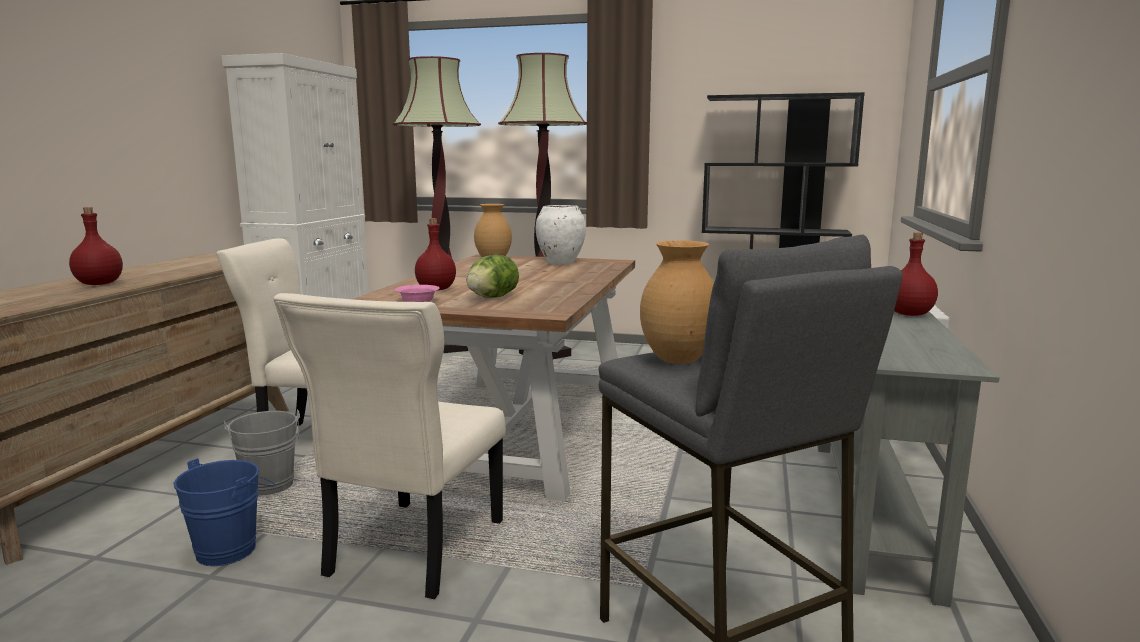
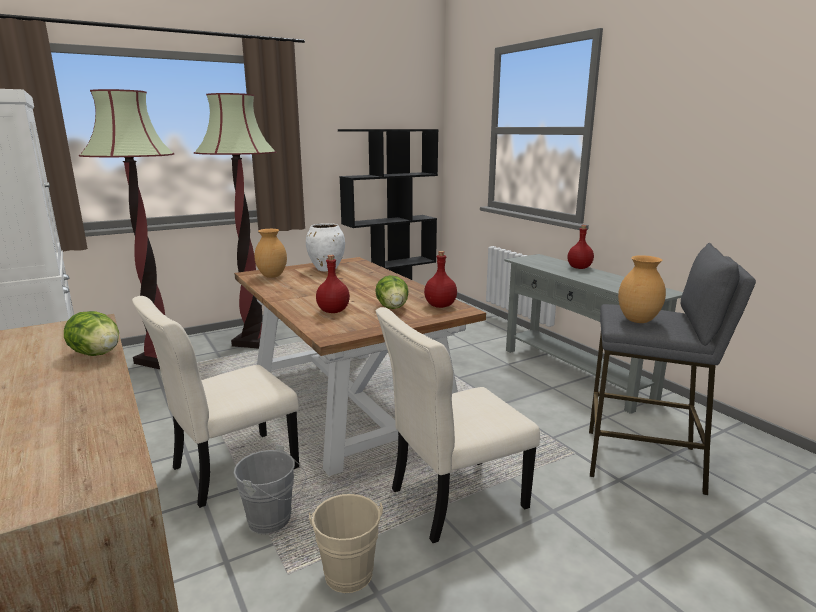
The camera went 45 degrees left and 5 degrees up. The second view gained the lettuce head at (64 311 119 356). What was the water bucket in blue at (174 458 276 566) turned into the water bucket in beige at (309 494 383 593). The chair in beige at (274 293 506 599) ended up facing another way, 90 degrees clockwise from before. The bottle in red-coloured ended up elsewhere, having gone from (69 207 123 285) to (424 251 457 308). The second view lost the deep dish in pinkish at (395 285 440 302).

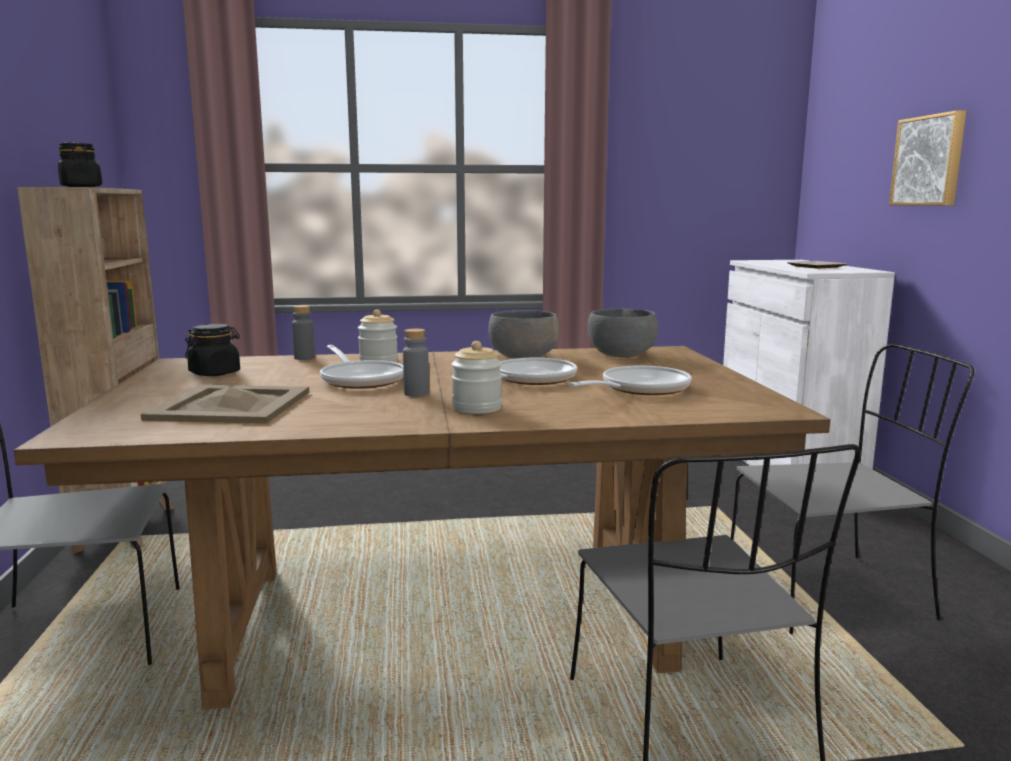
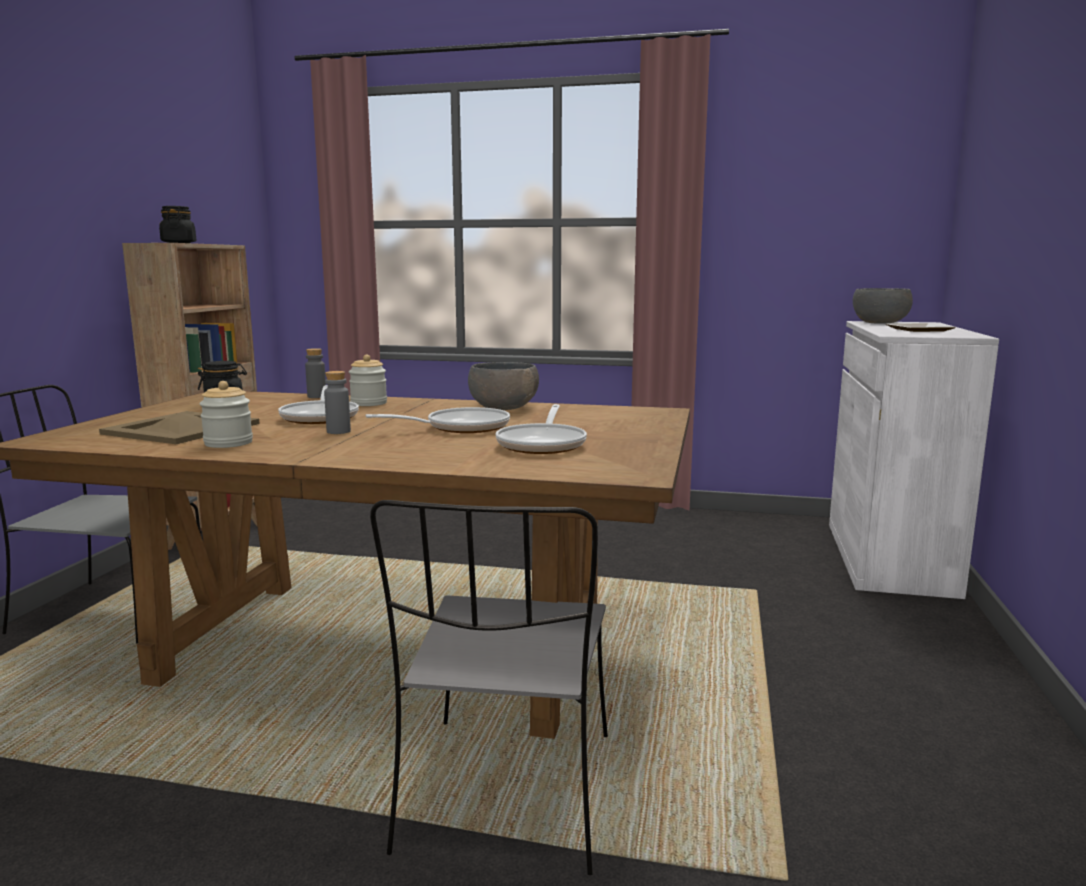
The camera went 20 degrees right and 0 degrees up. The storage jar ended up elsewhere, having gone from (451 341 502 414) to (199 381 253 448). The skillet at (569 365 692 395) ended up facing another way, 120 degrees clockwise from before. The deep dish in grey ended up elsewhere, having gone from (588 308 659 357) to (853 288 913 324). The second view lost the chair in grey at (731 344 974 634). The second view lost the wall art at (889 110 967 206).

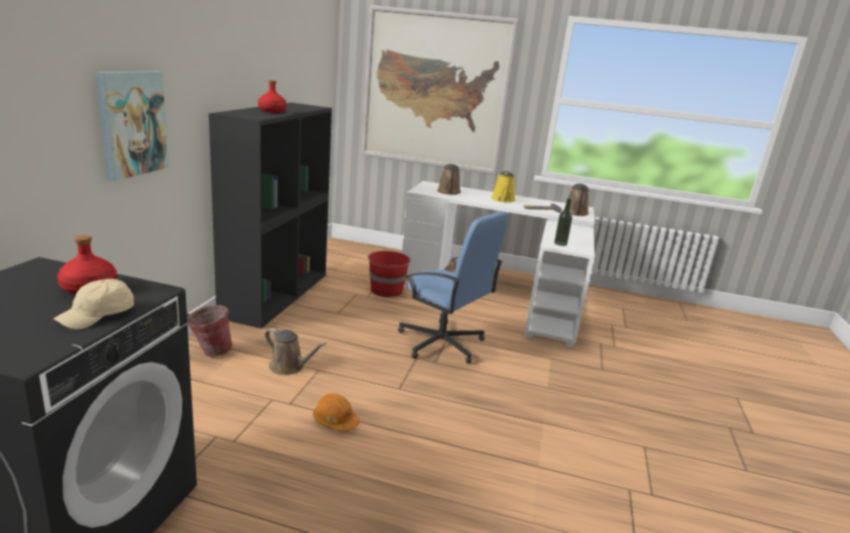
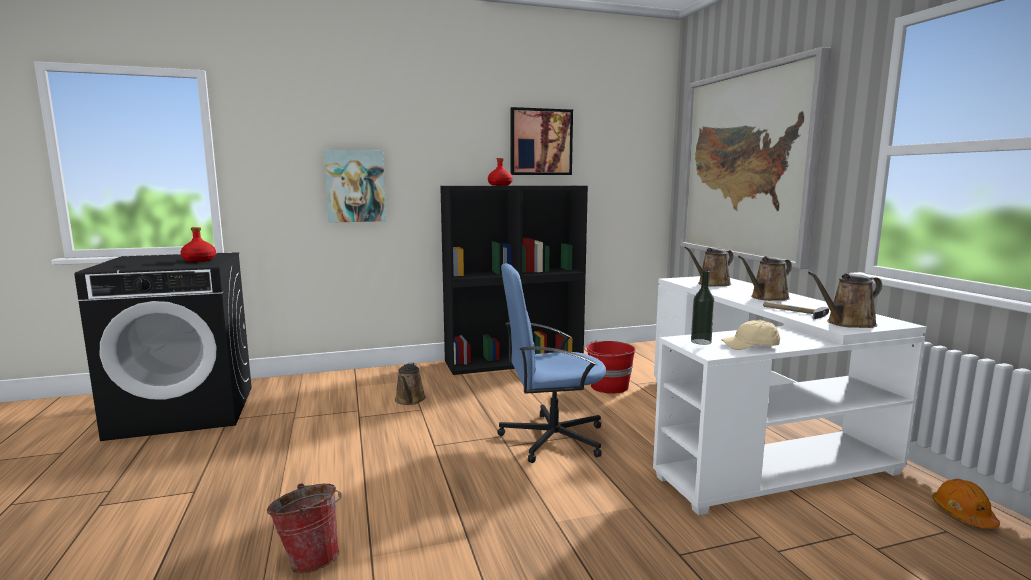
The camera went 60 degrees right and 10 degrees down. The water bucket ended up elsewhere, having gone from (187 305 233 357) to (267 483 342 574). The office chair in blue at (398 211 508 364) ended up facing another way, 75 degrees clockwise from before. The second view gained the wall art at (510 107 573 175). The peaked cap in beige ended up elsewhere, having gone from (53 279 134 330) to (721 320 780 350). What was the sprinkling can in yellowish at (491 171 515 203) turned into the sprinkling can in brownish at (738 256 792 301). The hard hat in orange-coloured ended up elsewhere, having gone from (313 393 359 431) to (933 479 1000 528).

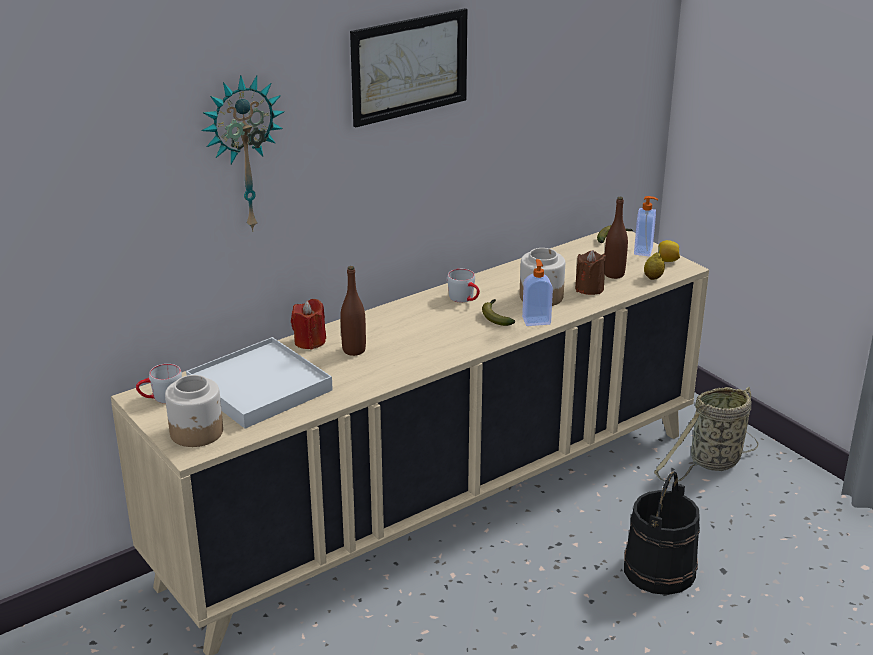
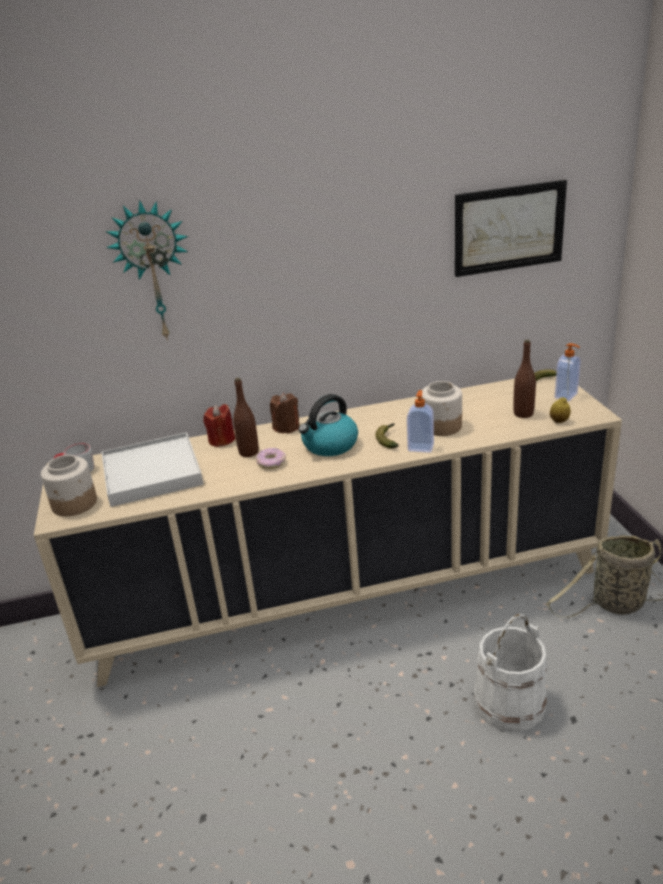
The camera went 25 degrees right and 0 degrees up. The second view gained the doughnut at (256 448 286 469). The wax candle in brownish ended up elsewhere, having gone from (575 250 606 295) to (270 393 299 433). The second view gained the water kettle at (298 394 358 456). The wall art ended up elsewhere, having gone from (350 8 467 128) to (455 180 567 277). What was the water bucket in blackish at (624 471 700 595) turned into the water bucket in white at (474 614 547 732). The second view lost the coffee mug in grey at (447 269 480 302). The second view lost the whole lemon at (658 240 680 262).

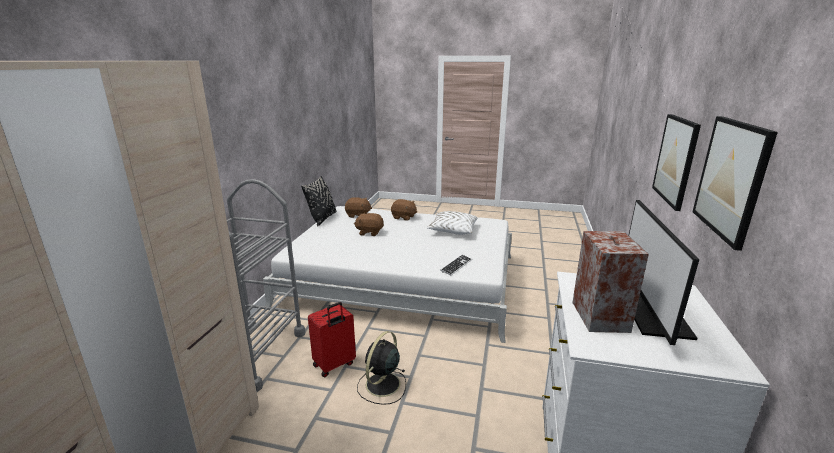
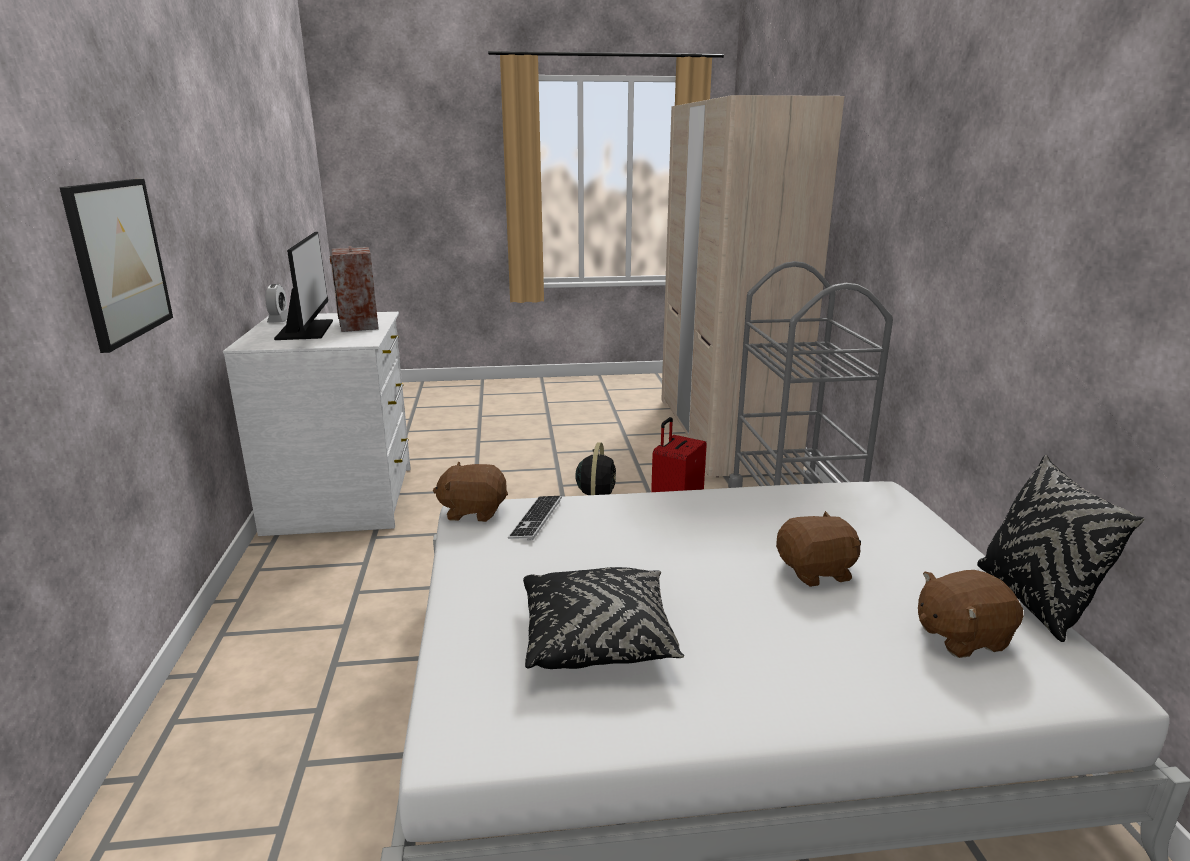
The camera went 160 degrees right and 0 degrees up. The second view gained the bedside clock at (265 284 288 322). The plush toy in brownish ended up elsewhere, having gone from (391 199 417 221) to (433 462 508 522). What was the cushion in white at (427 211 478 235) turned into the cushion in blackish at (523 567 684 669). The second view lost the wall art at (693 116 778 251).

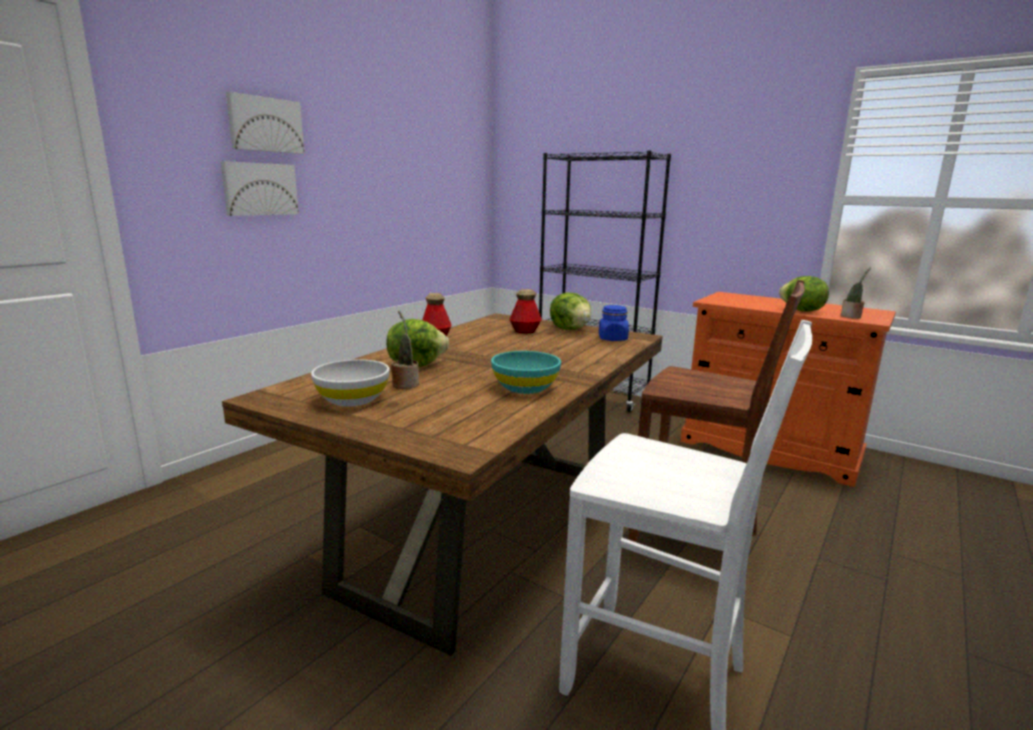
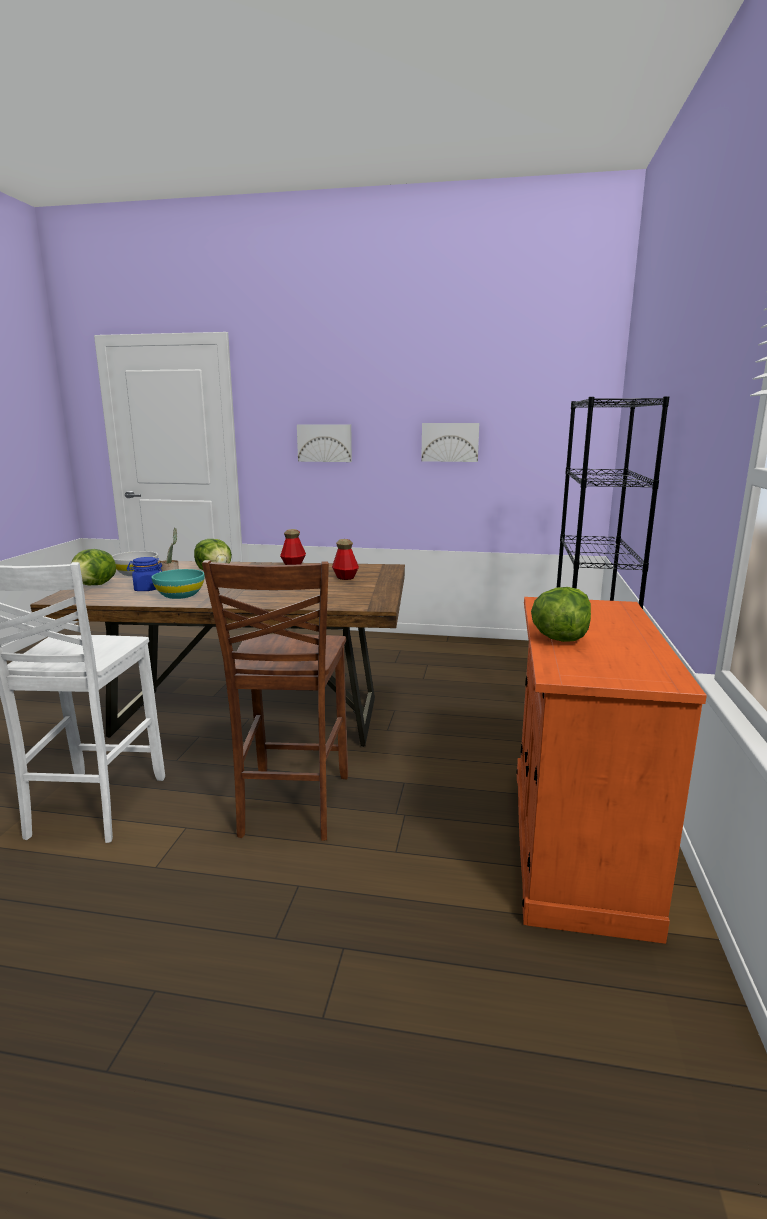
The camera went 65 degrees right and 0 degrees up. The lettuce head ended up elsewhere, having gone from (550 293 591 330) to (71 549 116 585). The storage jar in blue ended up elsewhere, having gone from (599 305 629 341) to (127 557 162 591). The wall art ended up elsewhere, having gone from (226 92 304 154) to (421 423 479 462). The second view lost the plant in a pot at (841 267 871 319).

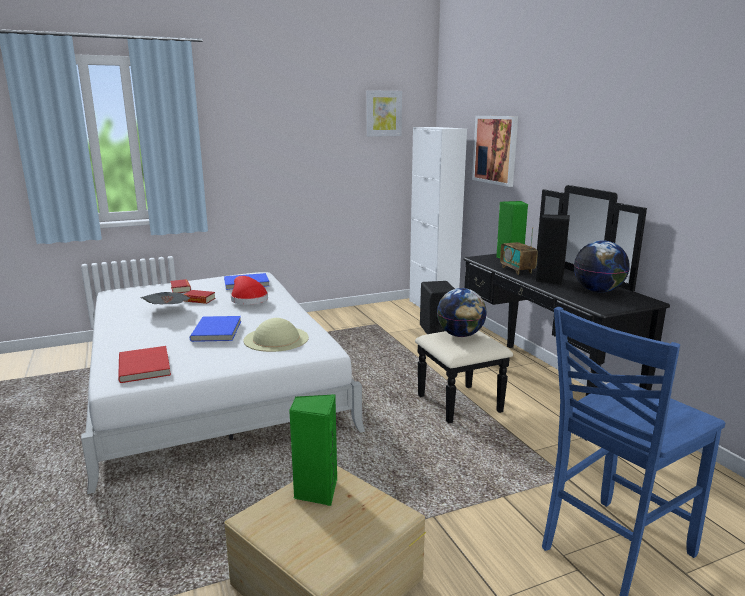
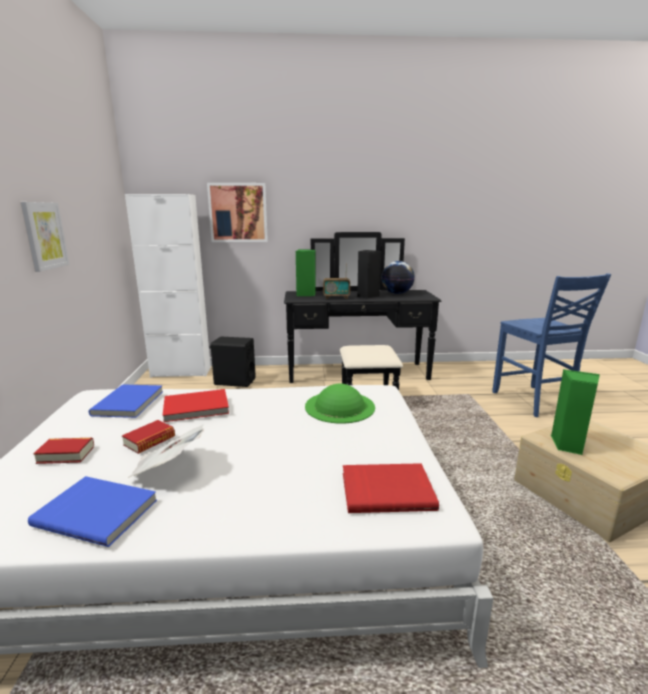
The camera went 70 degrees left and 0 degrees up. The wall art ended up elsewhere, having gone from (366 90 402 137) to (20 202 69 272). The bound book in blue ended up elsewhere, having gone from (190 316 241 342) to (28 476 157 547). Where the wearable hat in red-coloured stood at (231 276 268 305), the bound book in red-coloured came to stand at (163 389 229 422). What was the wearable hat in beige at (243 318 309 352) turned into the wearable hat in greenish at (305 384 375 424). The second view lost the desk globe at (437 288 486 337).

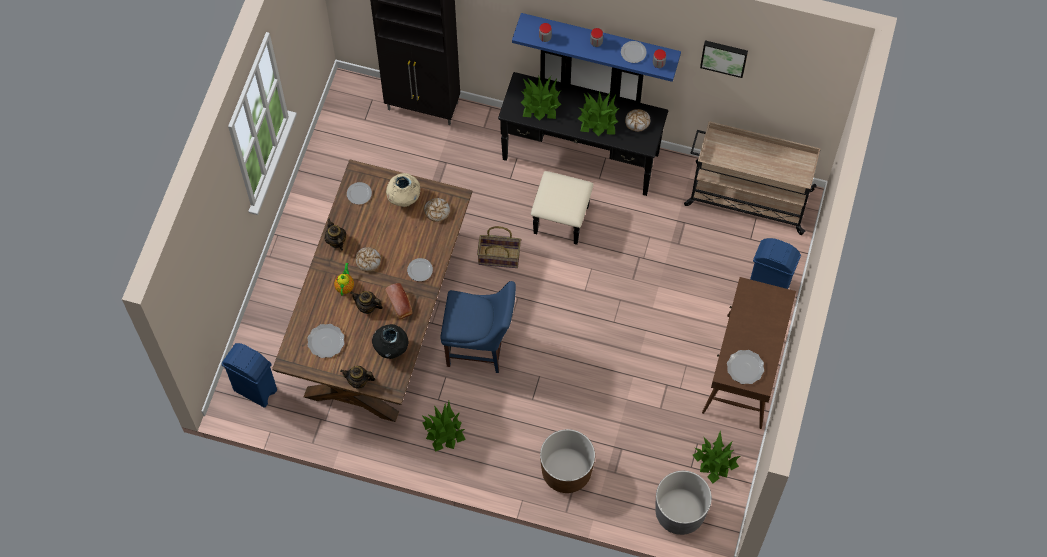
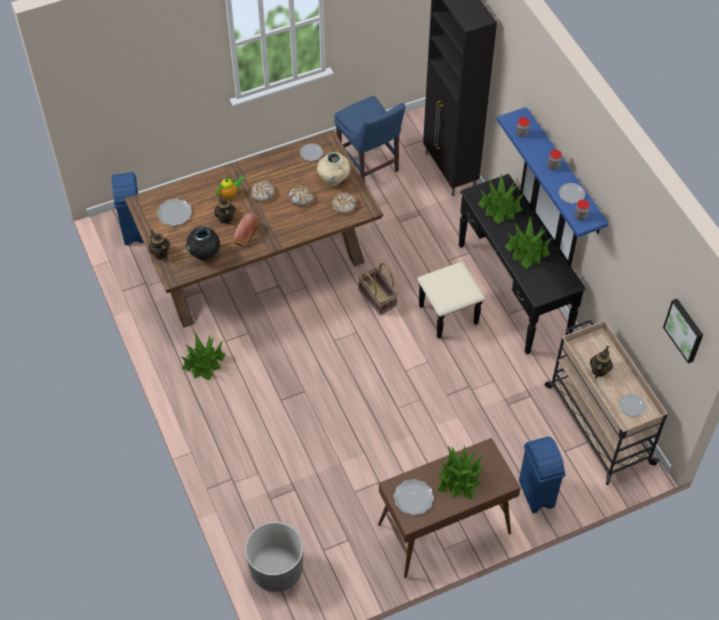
The camera went 50 degrees right and 10 degrees down. The baked bread ended up elsewhere, having gone from (625 109 651 132) to (289 186 314 206). The chair in blue ended up elsewhere, having gone from (440 281 516 373) to (334 96 406 182). The plant in a pot ended up elsewhere, having gone from (693 431 740 483) to (437 444 483 499). The tea pot ended up elsewhere, having gone from (324 219 346 251) to (590 346 613 379). The dinner plate ended up elsewhere, having gone from (407 258 433 281) to (619 394 646 417). The wall art ended up elsewhere, having gone from (700 40 748 78) to (663 299 703 363). The second view lost the plant pot in brownish at (540 429 595 493).

